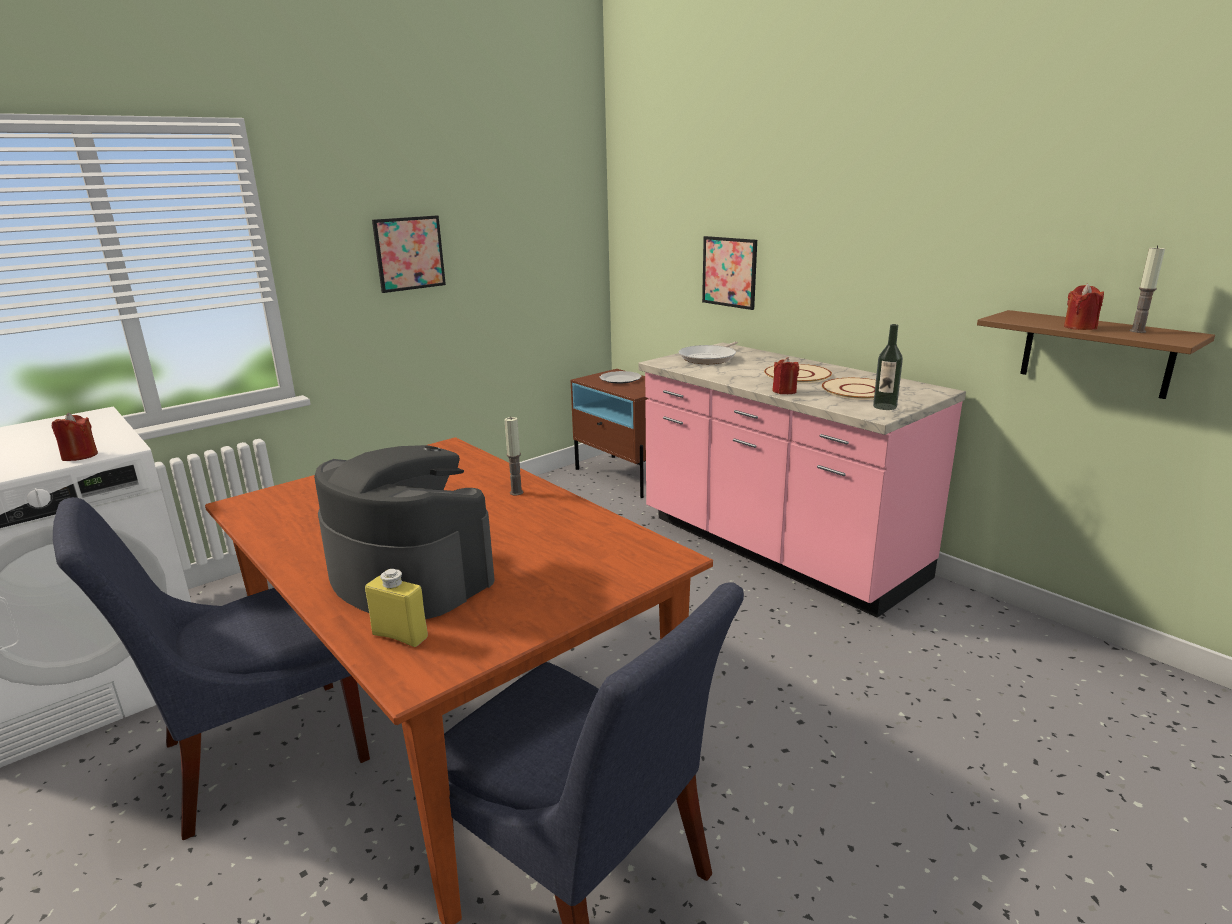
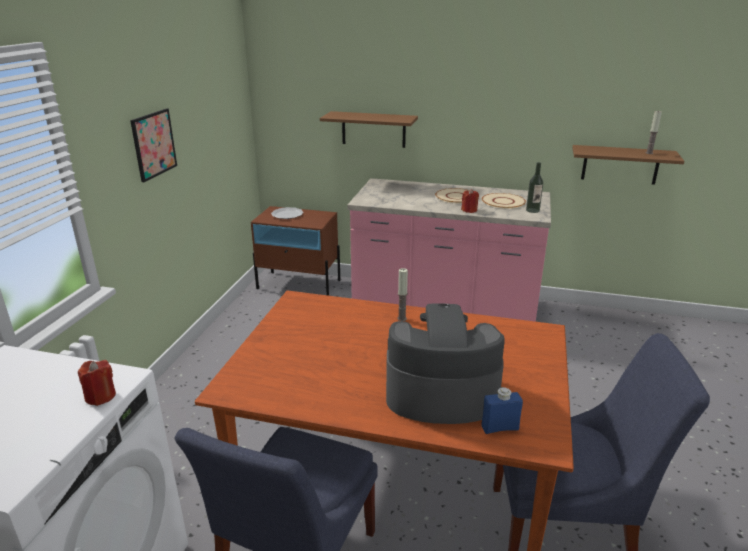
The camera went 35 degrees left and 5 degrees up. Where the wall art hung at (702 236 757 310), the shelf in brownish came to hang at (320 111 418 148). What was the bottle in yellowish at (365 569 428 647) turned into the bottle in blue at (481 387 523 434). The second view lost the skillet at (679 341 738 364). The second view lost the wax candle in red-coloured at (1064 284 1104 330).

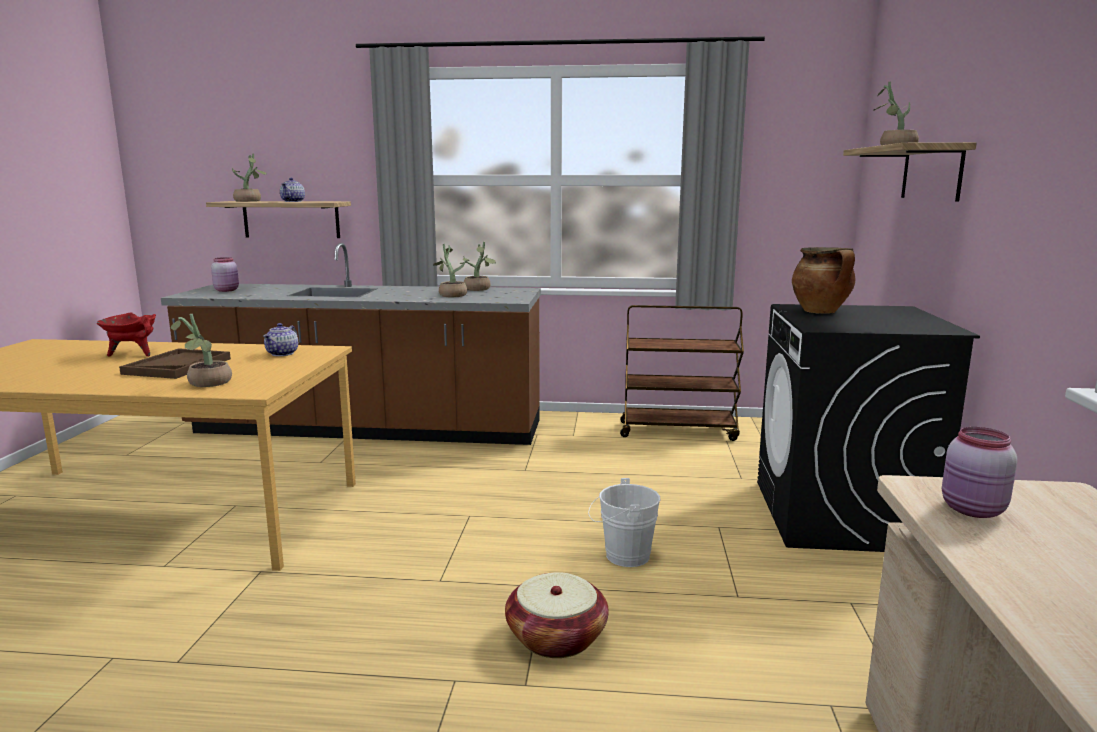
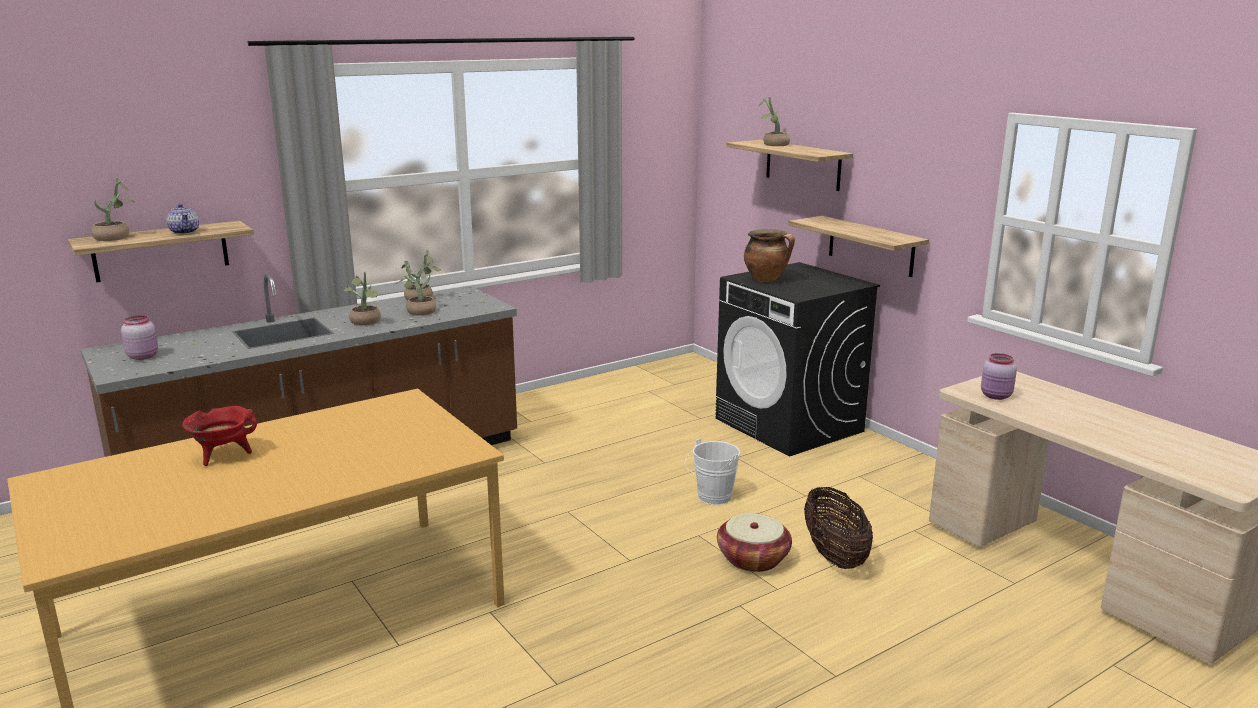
The camera went 40 degrees left and 5 degrees up. The plant in a pot ended up elsewhere, having gone from (171 314 232 387) to (344 272 381 325). The second view gained the shelf at (788 216 929 277). The second view gained the storage basket at (804 487 873 569). The second view lost the carrying tray in brownish at (119 348 231 379). The second view lost the tea pot at (263 323 298 356). The second view lost the wheeled cart in brownish at (620 305 744 441).

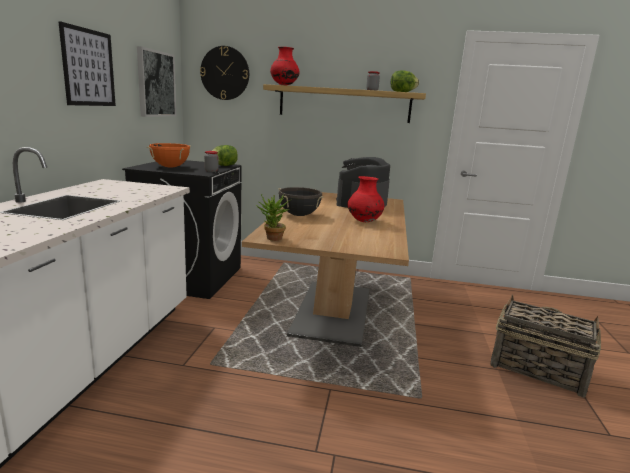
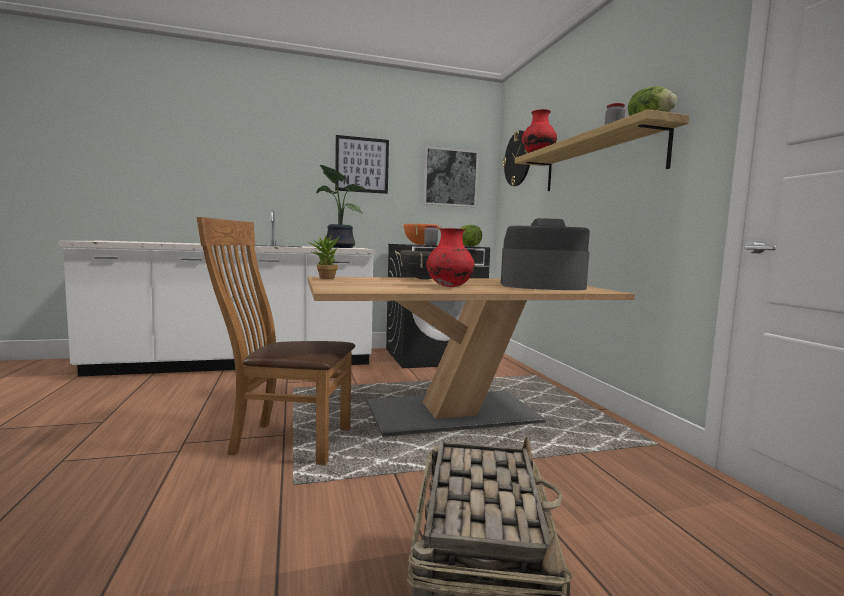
The camera went 65 degrees right and 10 degrees down. The second view gained the chair in brownish at (197 217 355 465). The second view gained the plant in a pot at (316 165 366 248).

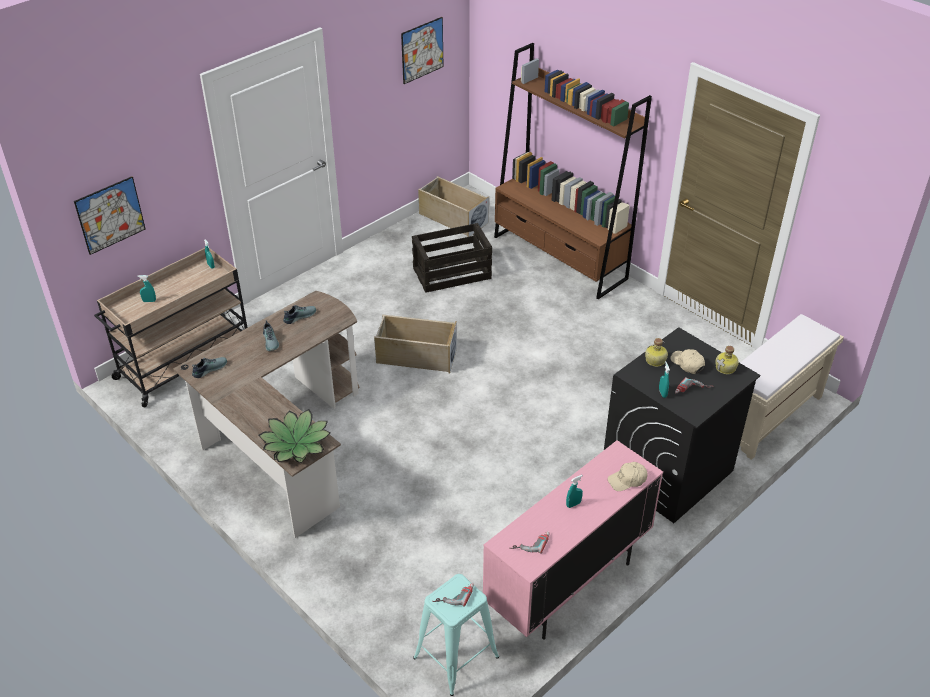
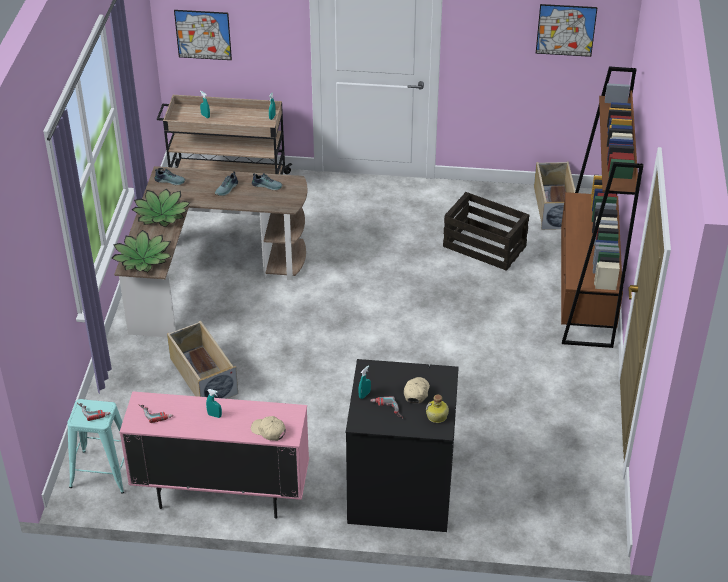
The camera went 50 degrees right and 0 degrees up. The second view gained the plant in a pot at (132 189 190 227). The storage bin in beige ended up elsewhere, having gone from (374 315 457 374) to (167 321 238 399). The second view lost the bottle at (645 338 668 367). The second view lost the long seat in beige at (740 314 844 460).

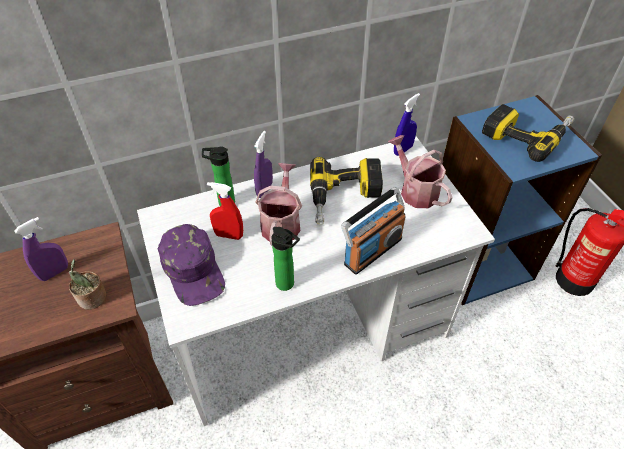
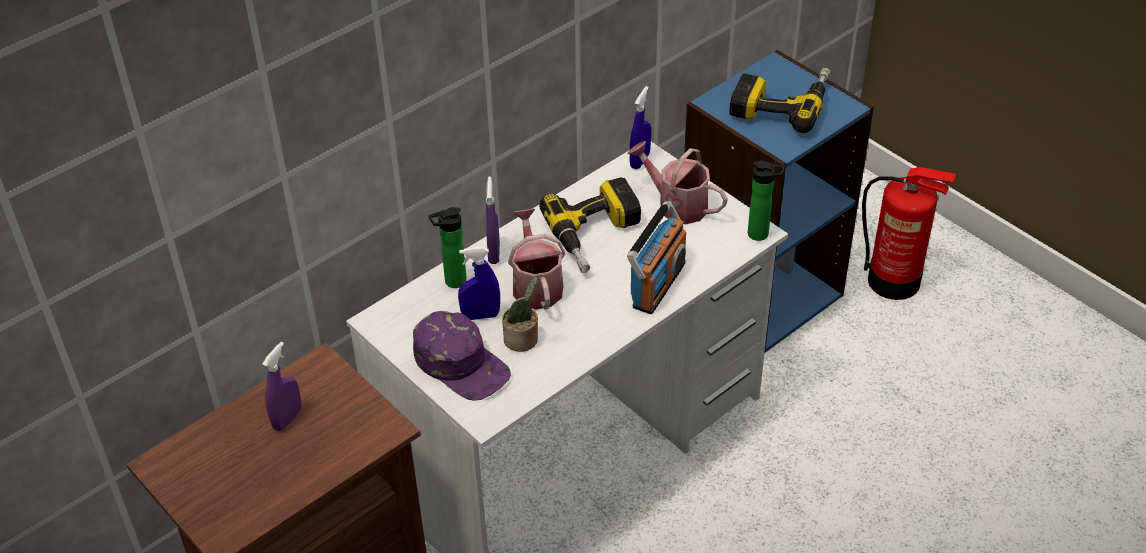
The camera went 20 degrees left and 5 degrees down. What was the spray bottle in red-coloured at (207 182 243 240) turned into the spray bottle in blue at (458 247 500 320). The plant in a pot ended up elsewhere, having gone from (69 259 107 310) to (502 276 538 352). The bottle ended up elsewhere, having gone from (271 227 300 291) to (748 161 785 241).

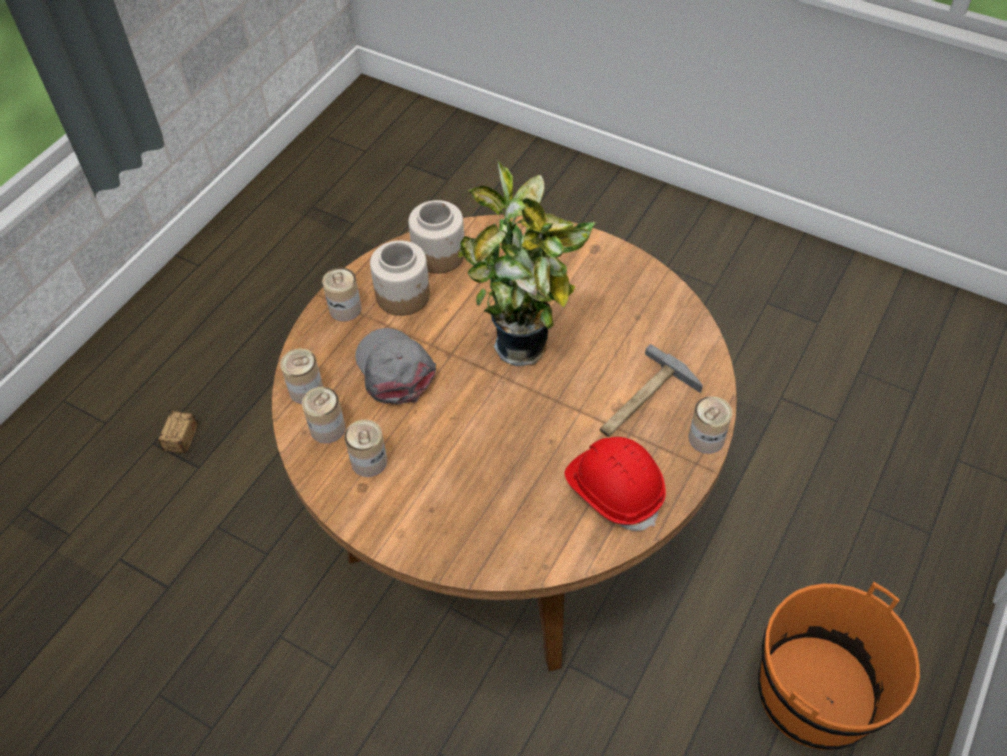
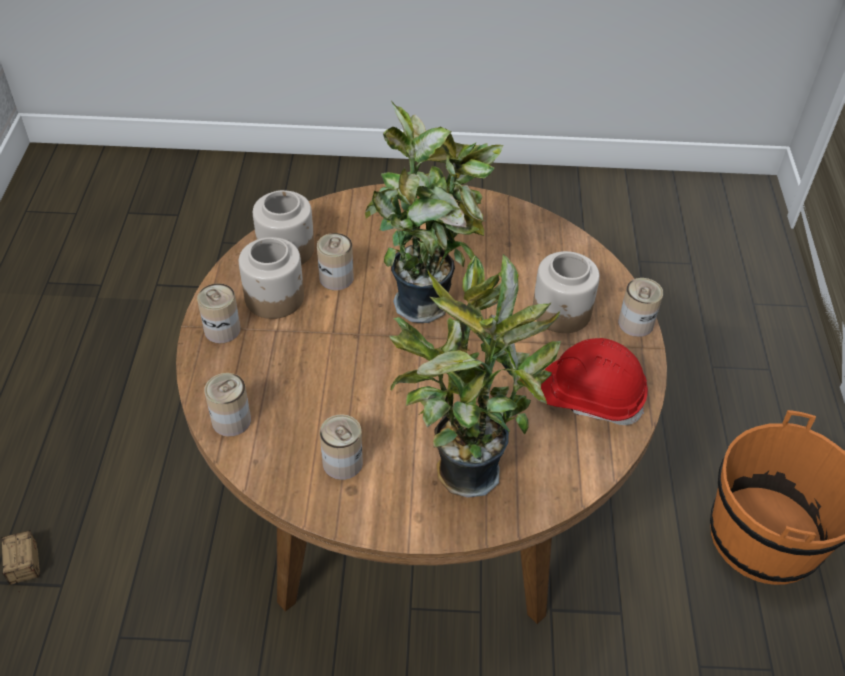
The camera went 30 degrees left and 5 degrees down. The sealed can ended up elsewhere, having gone from (302 387 345 444) to (317 233 354 290). The second view gained the plant in a pot at (389 254 561 498). Where the tool hammer stood at (600 344 703 437), the storage jar came to stand at (533 251 600 333). The second view lost the peaked cap in grey at (355 328 436 405).

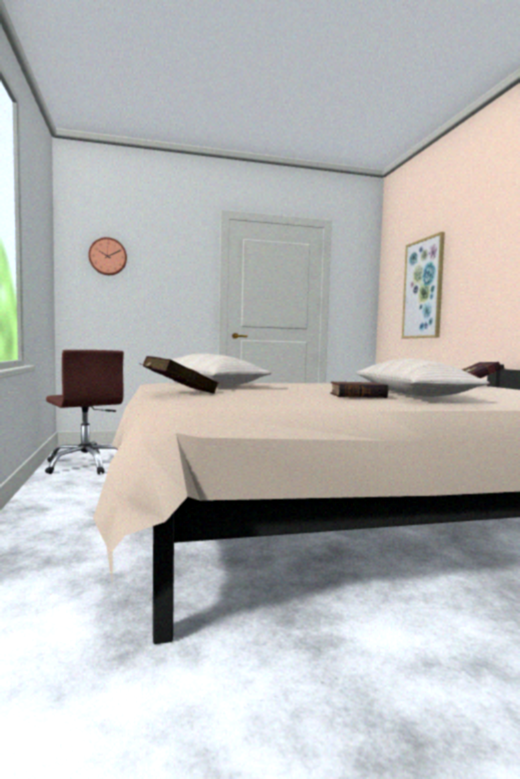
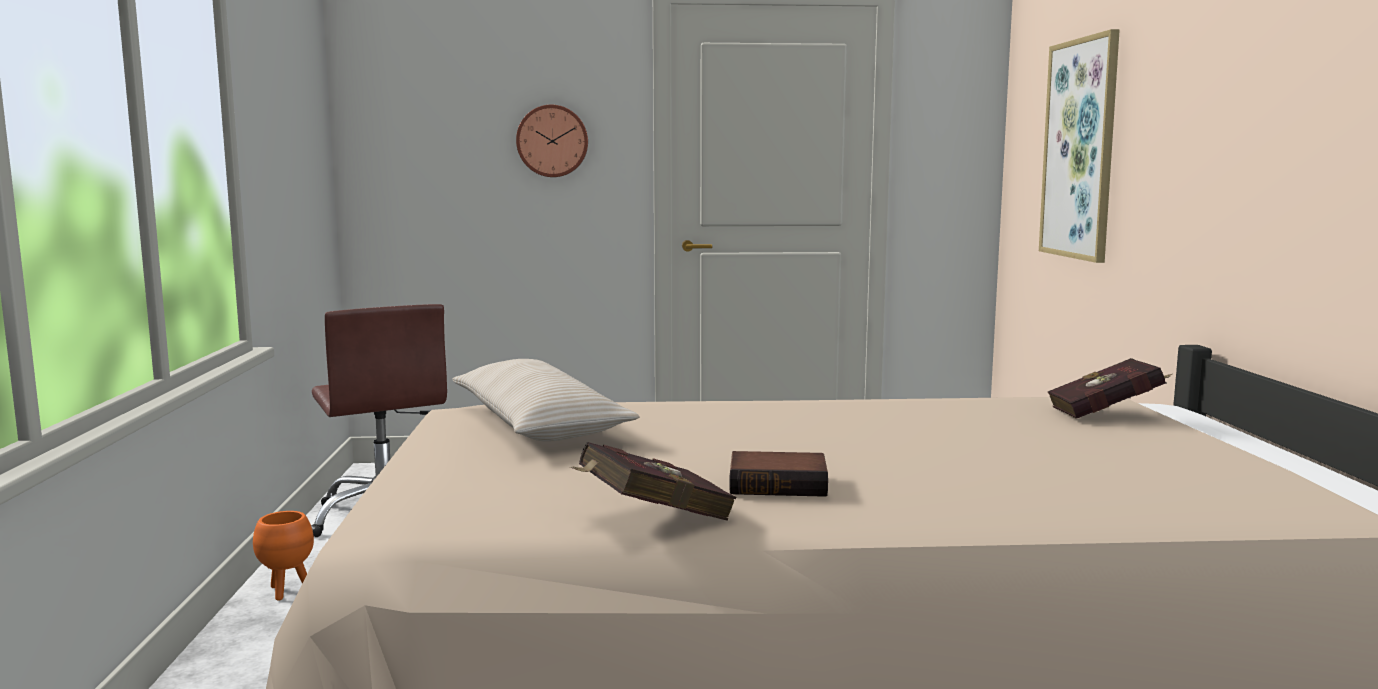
The camera went 10 degrees right and 5 degrees up. The second view gained the plant pot in orange-coloured at (253 511 314 601). The wall clock ended up elsewhere, having gone from (88 237 127 275) to (516 105 588 177). The bound book in red-coloured ended up elsewhere, having gone from (141 356 218 394) to (570 442 736 521). The second view lost the cushion in beige at (356 358 490 397).

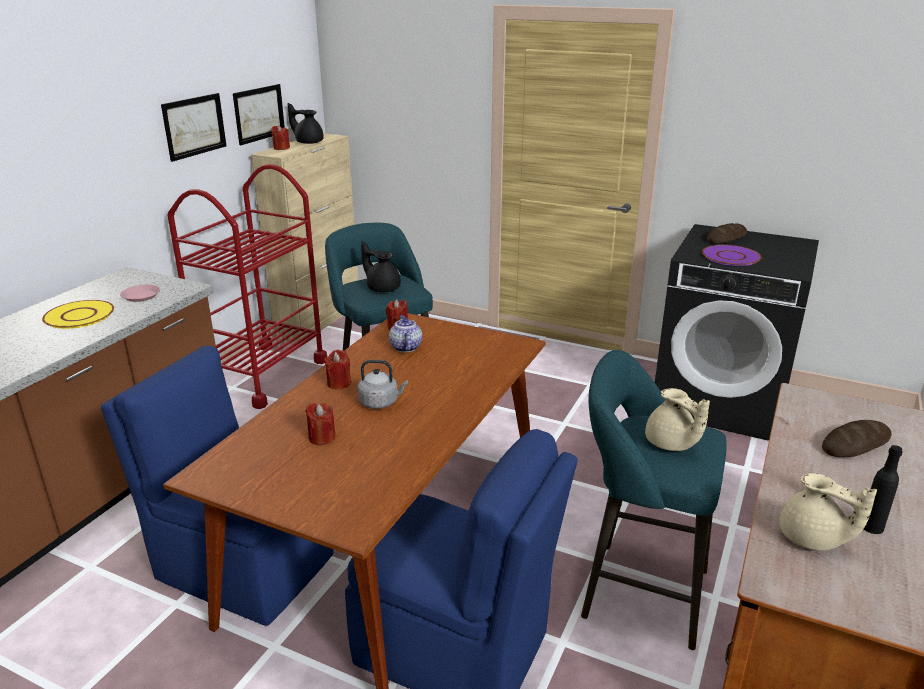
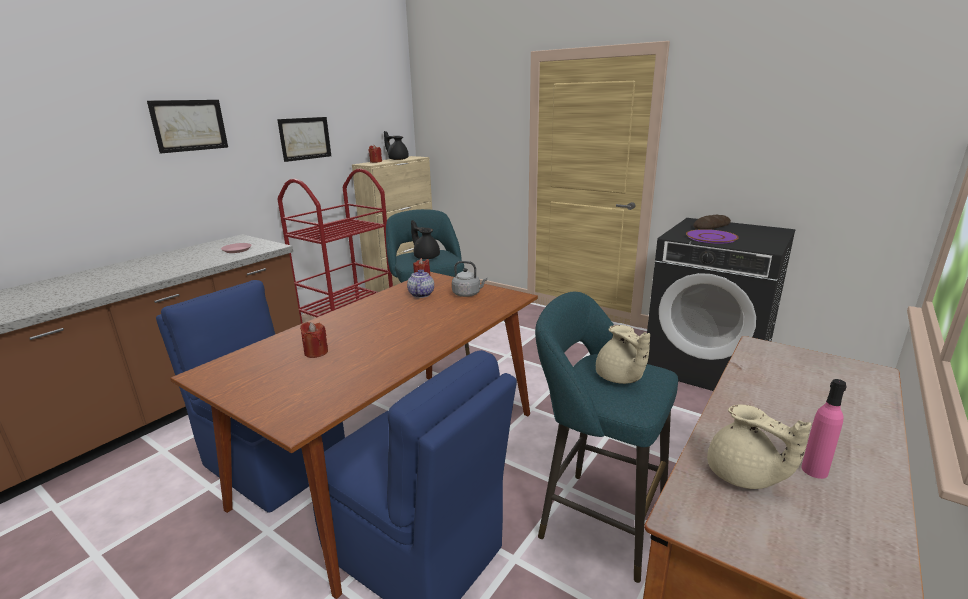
The camera went 10 degrees right and 5 degrees down. The wall art ended up elsewhere, having gone from (233 84 285 145) to (147 100 228 153). The water kettle in grey ended up elsewhere, having gone from (358 360 408 409) to (452 261 487 297). What was the bottle in blackish at (864 445 903 534) turned into the bottle in pinkish at (801 379 847 479). The second view lost the dinner plate in yellowish at (42 300 114 329). The second view lost the wax candle in red-coloured at (324 350 351 389). The second view lost the baked bread at (822 420 892 457).

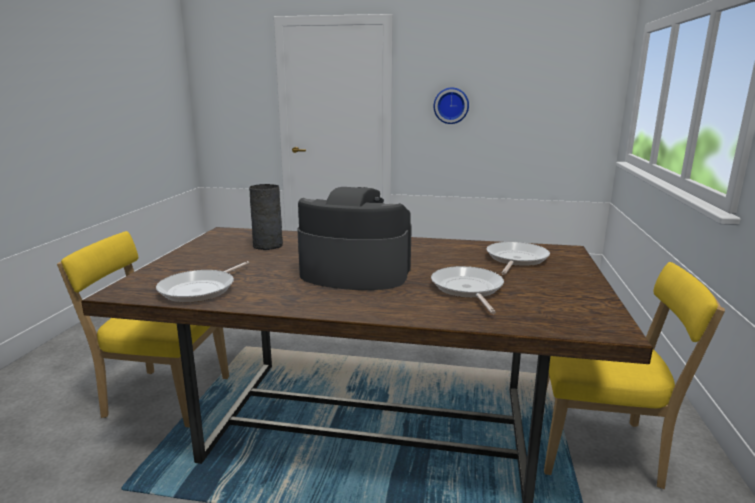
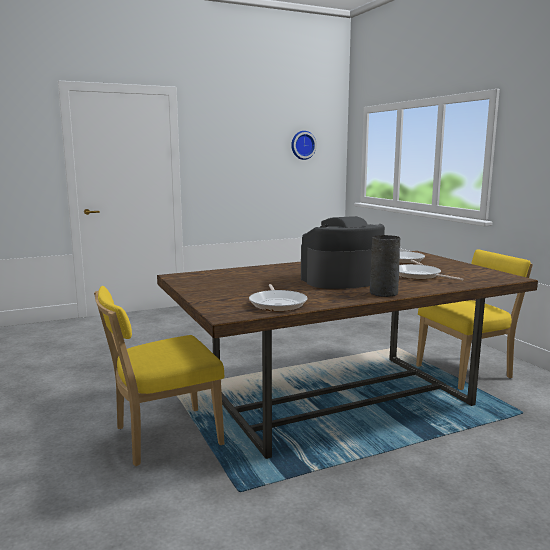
The camera went 35 degrees left and 5 degrees down. The wall clock ended up elsewhere, having gone from (433 87 469 124) to (291 131 317 160). The vase in grey ended up elsewhere, having gone from (249 184 283 250) to (370 235 400 297).

